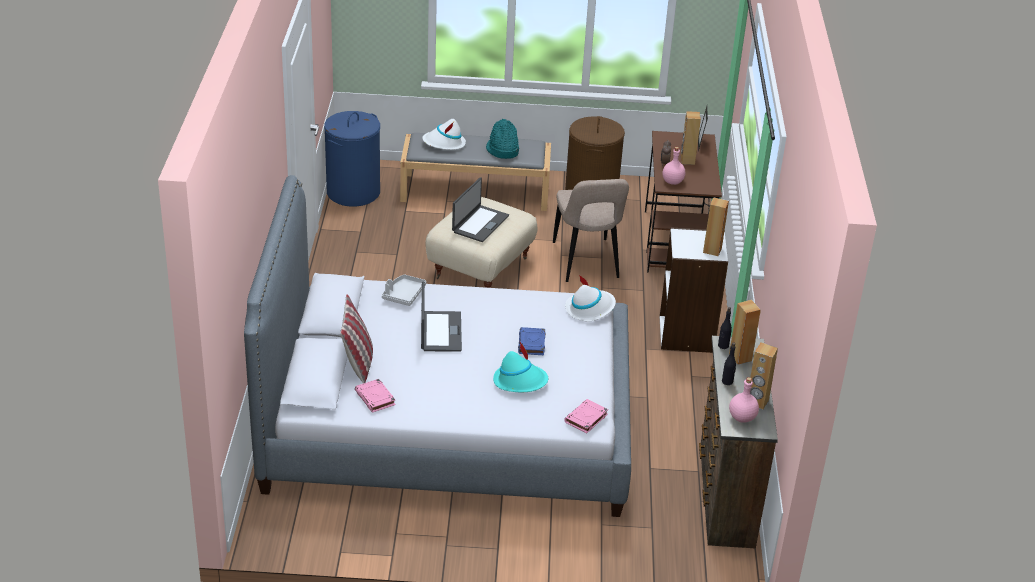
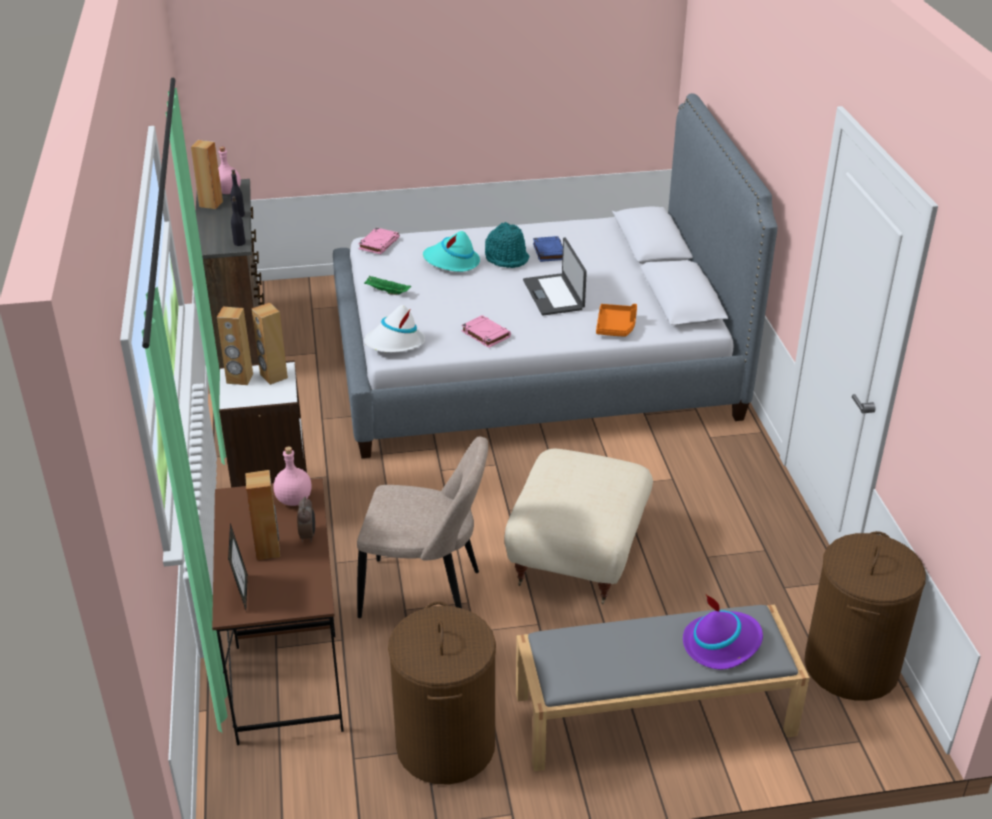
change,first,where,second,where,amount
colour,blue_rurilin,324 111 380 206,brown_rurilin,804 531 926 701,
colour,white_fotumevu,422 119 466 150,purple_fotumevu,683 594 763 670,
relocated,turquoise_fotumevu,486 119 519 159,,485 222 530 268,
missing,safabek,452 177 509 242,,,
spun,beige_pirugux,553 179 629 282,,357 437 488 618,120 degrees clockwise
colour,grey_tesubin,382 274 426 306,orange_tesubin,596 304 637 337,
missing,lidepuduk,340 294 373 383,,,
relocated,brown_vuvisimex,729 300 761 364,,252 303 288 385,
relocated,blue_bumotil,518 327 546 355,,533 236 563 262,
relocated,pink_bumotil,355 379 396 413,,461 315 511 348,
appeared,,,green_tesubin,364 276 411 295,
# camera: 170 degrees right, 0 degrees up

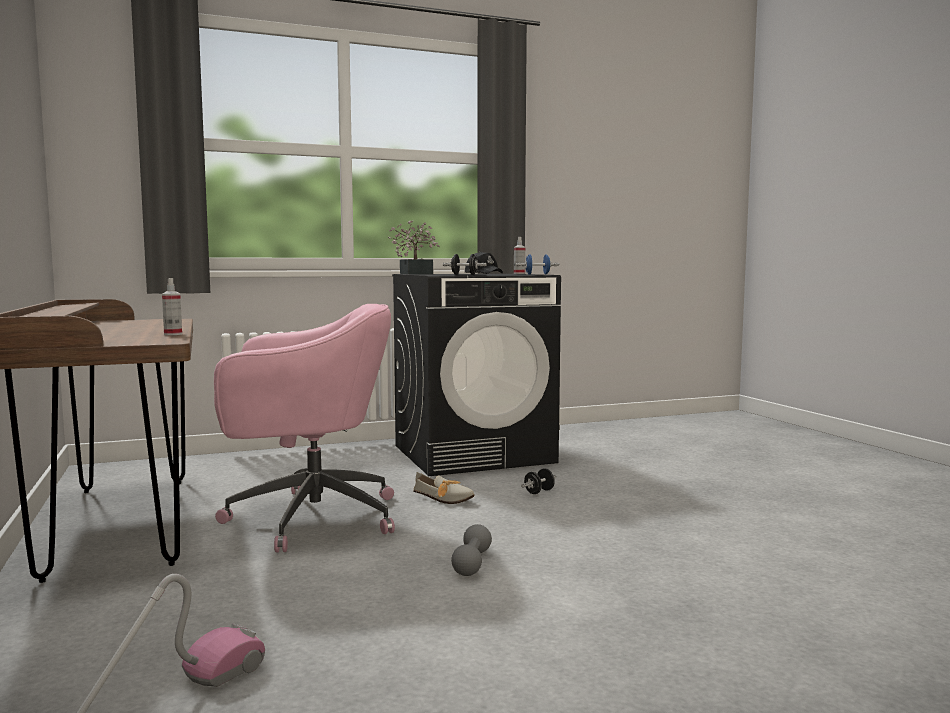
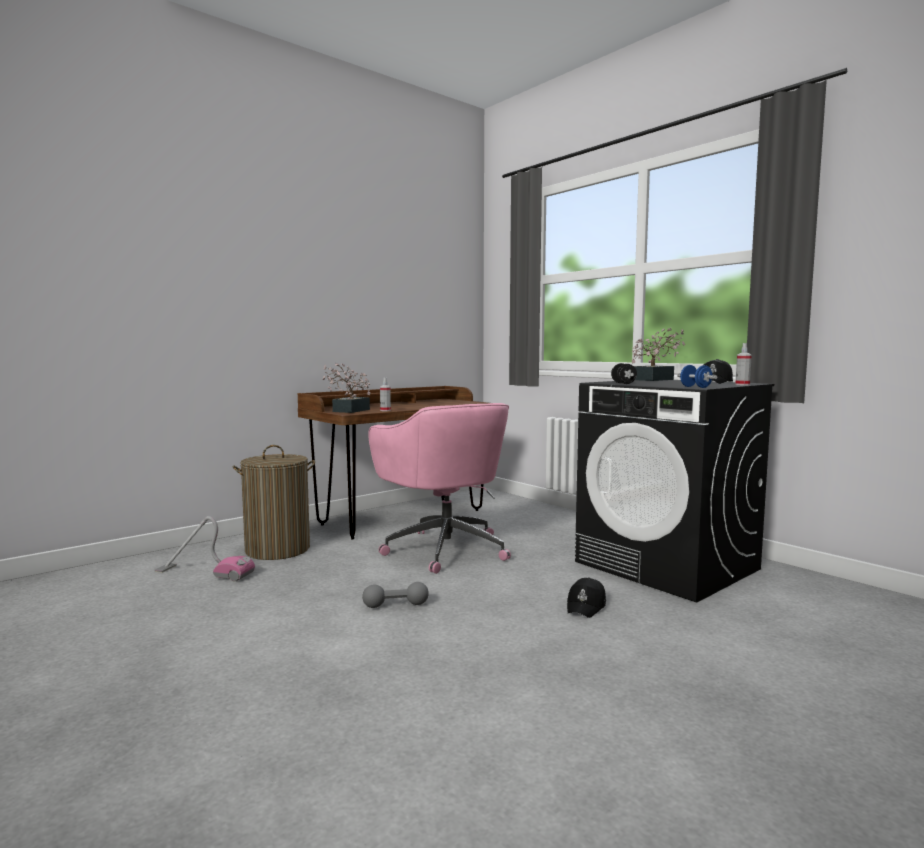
change,first,where,second,where,amount
exchanged,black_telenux,521 468 556 494,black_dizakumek,567 578 606 618,
missing,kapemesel,413 472 475 504,,,
appeared,,,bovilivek,322 363 371 413,
appeared,,,rurilin,232 445 315 560,
# camera: 70 degrees right, 0 degrees up

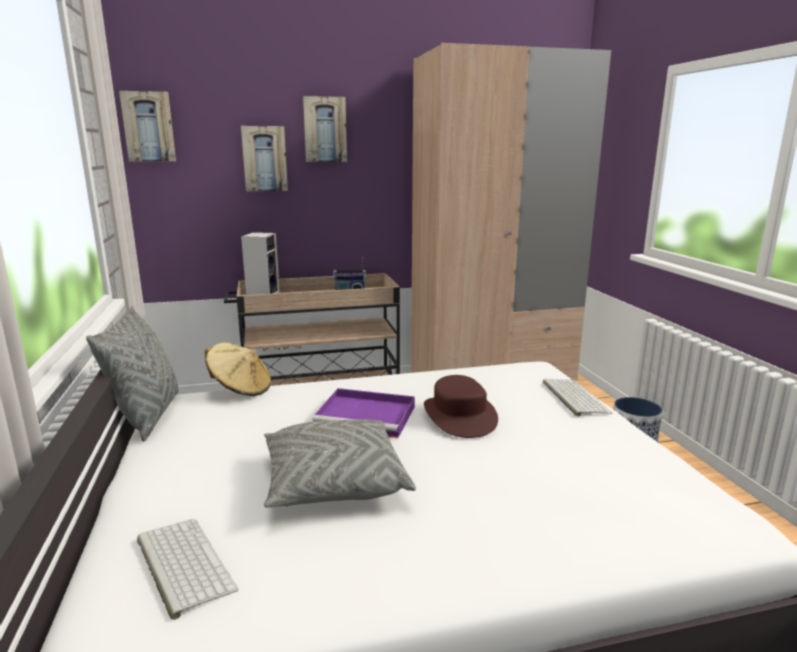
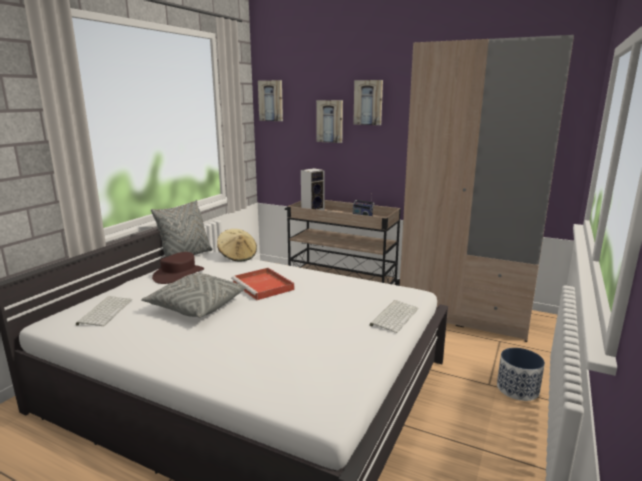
change,first,where,second,where,amount
relocated,brown_fotumevu,424 375 498 438,,152 252 204 284,
colour,purple_tesubin,312 388 415 438,red_tesubin,231 268 294 300,
# camera: 40 degrees right, 0 degrees up

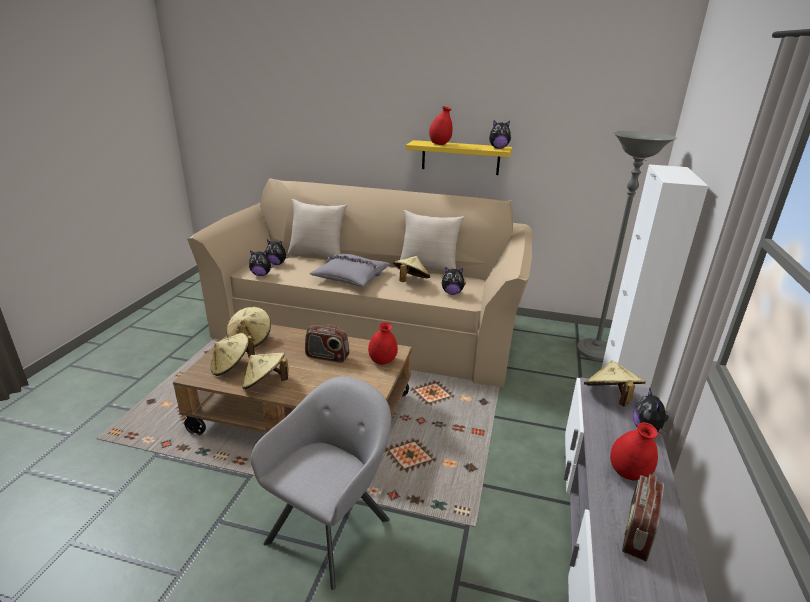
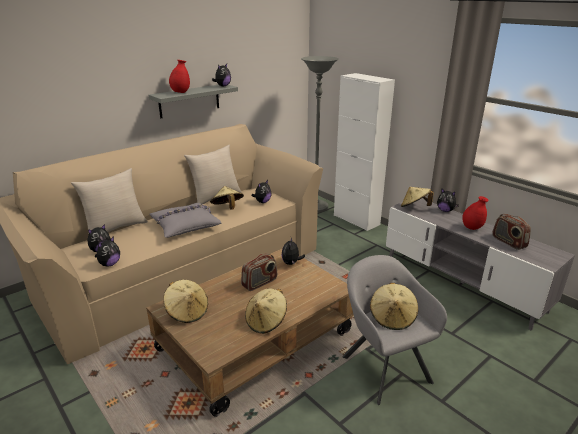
change,first,where,second,where,amount
colour,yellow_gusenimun,406 140 512 175,grey_gusenimun,148 85 238 118,
exchanged,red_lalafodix,368 322 398 365,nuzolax,282 238 305 265,
relocated,beige_fotumevu,211 333 255 376,,370 283 418 330,
# camera: 55 degrees left, 0 degrees up

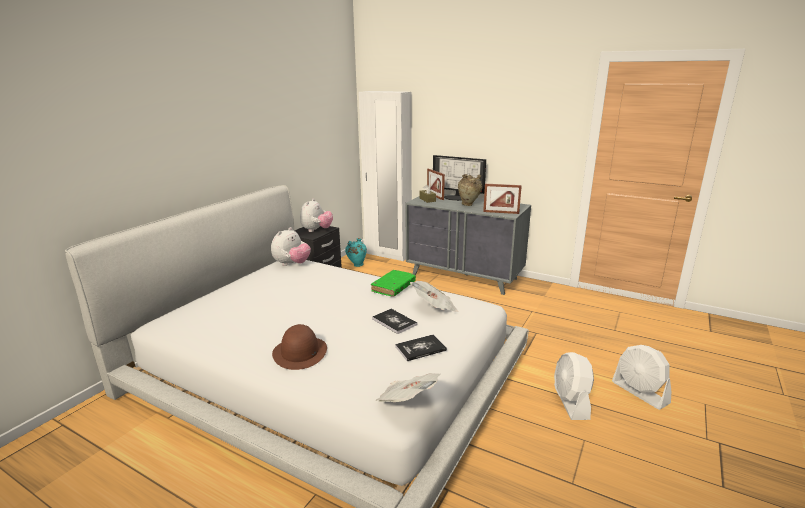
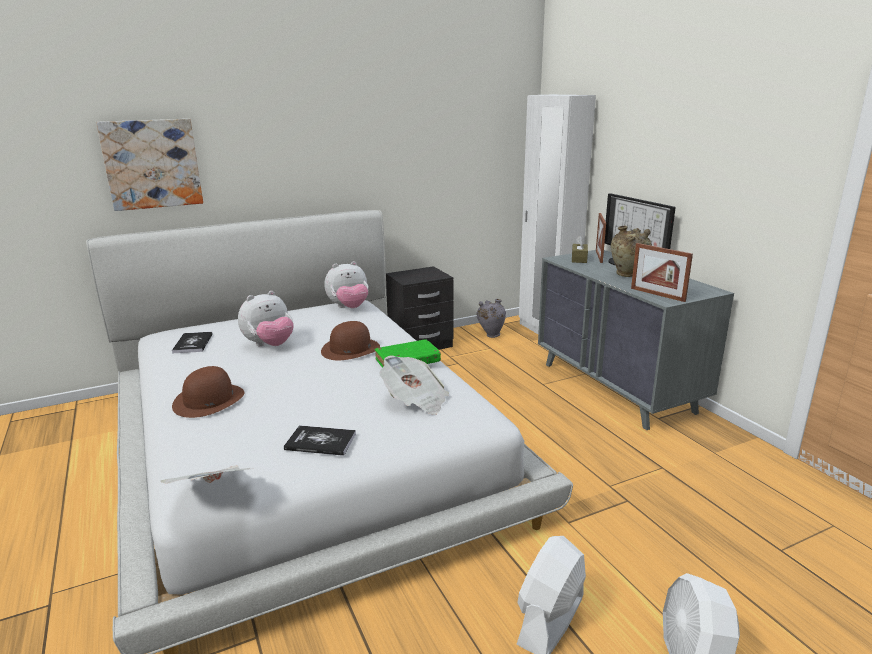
change,first,where,second,where,amount
relocated,nuzolax,300 199 333 232,,238 291 294 346,
colour,turquoise_lalafodix,345 238 367 267,grey_lalafodix,477 299 506 338,
relocated,bumotil,372 309 417 334,,172 332 213 353,
appeared,,,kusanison,96 119 203 211,
appeared,,,brown_fotumevu,321 321 380 360,
# camera: 35 degrees right, 0 degrees up

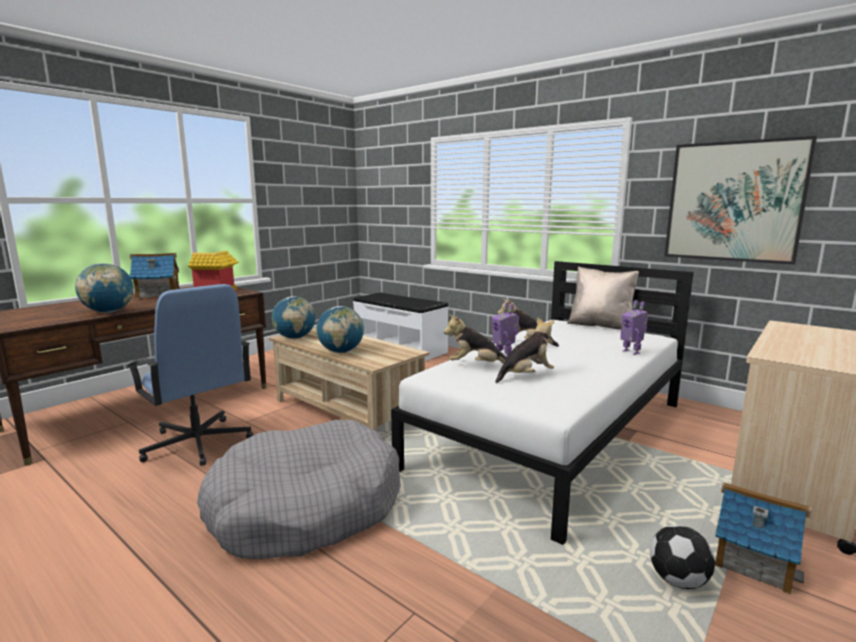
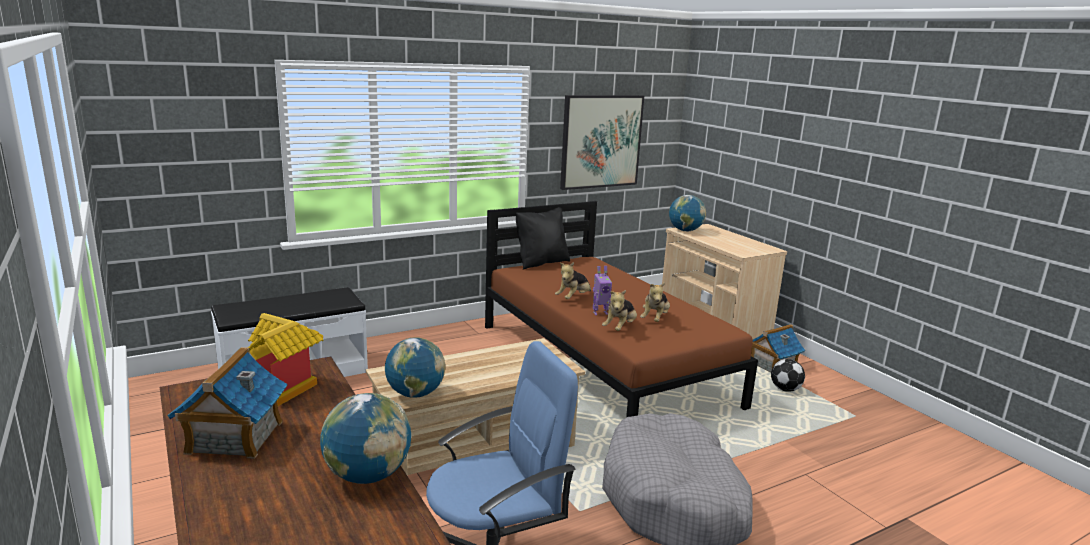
change,first,where,second,where,amount
colour,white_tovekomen,391 261 694 545,brown_tovekomen,485 201 758 418,
colour,beige_lidepuduk,567 266 639 330,black_lidepuduk,516 207 570 270,
missing,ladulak,620 300 648 355,,,
relocated,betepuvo,316 306 364 353,,669 195 706 231,
spun,nuzolax,495 317 555 383,,640 282 670 322,150 degrees counterclockwise
# camera: 70 degrees left, 5 degrees up

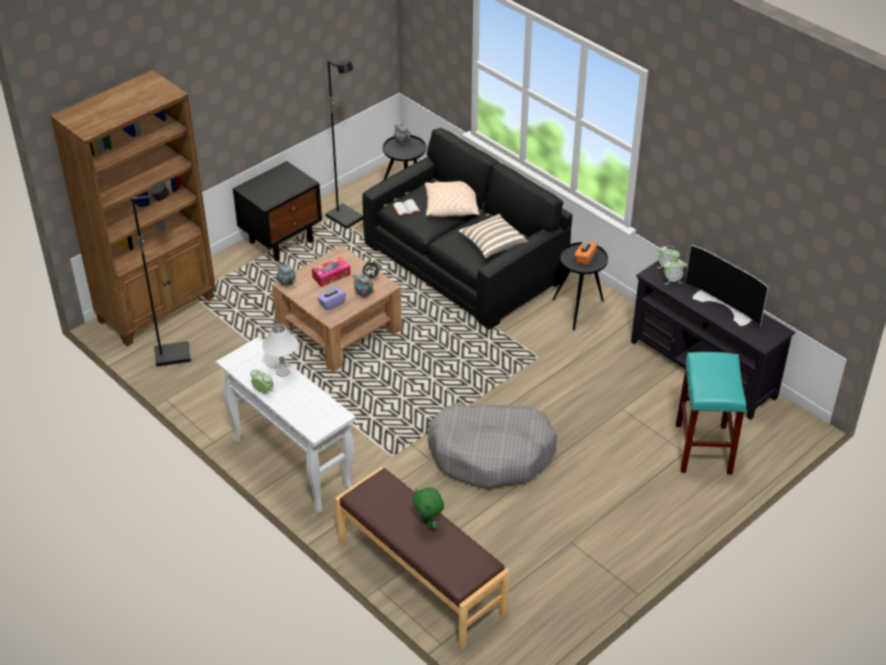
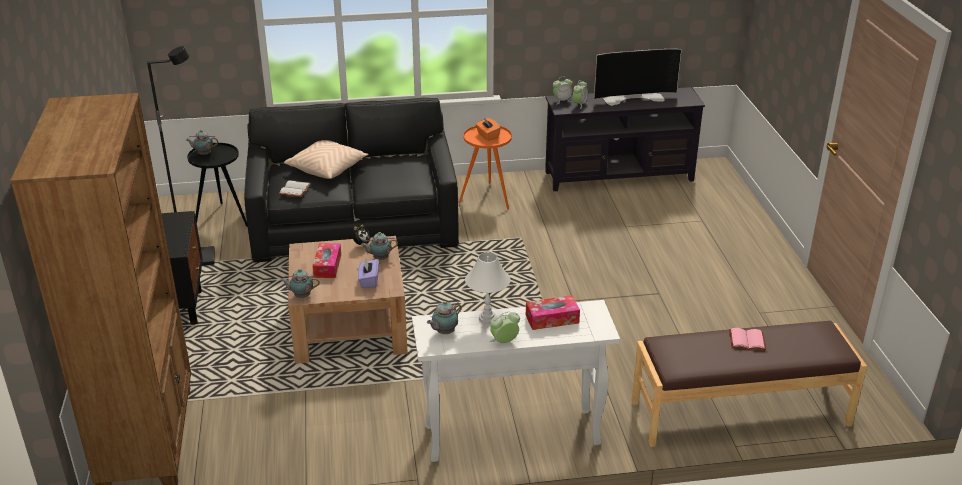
change,first,where,second,where,amount
missing,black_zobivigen,131 182 191 367,,,
missing,lidepuduk,458 214 529 258,,,
colour,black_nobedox,552 242 608 331,orange_nobedox,459 126 512 210,
missing,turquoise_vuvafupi,676 352 746 474,,,
missing,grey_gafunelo,428 403 557 488,,,
exchanged,green_nuzolax,413 487 444 529,pink_bumotil,729 328 766 350,
appeared,,,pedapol,526 295 580 330,
appeared,,,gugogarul,427 301 462 334,
# camera: 55 degrees left, 10 degrees down

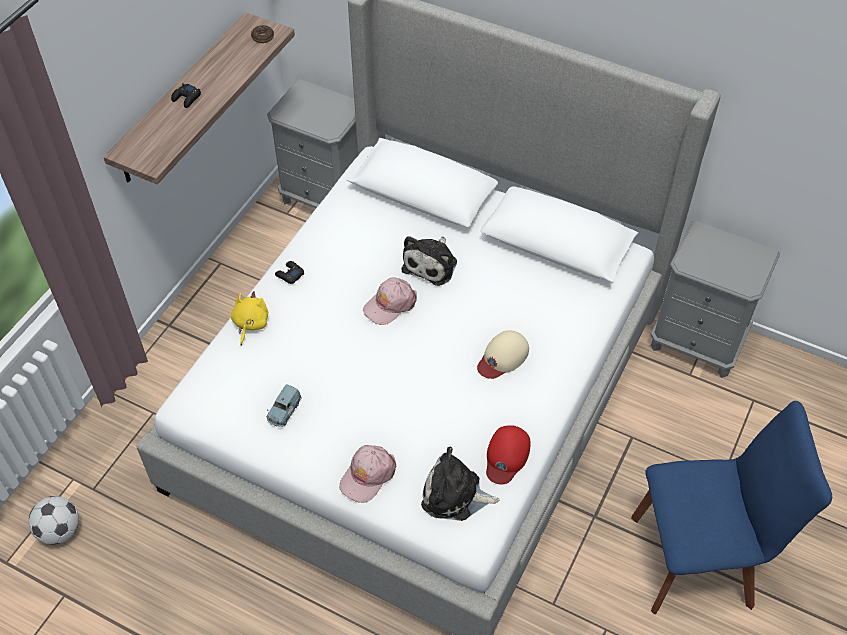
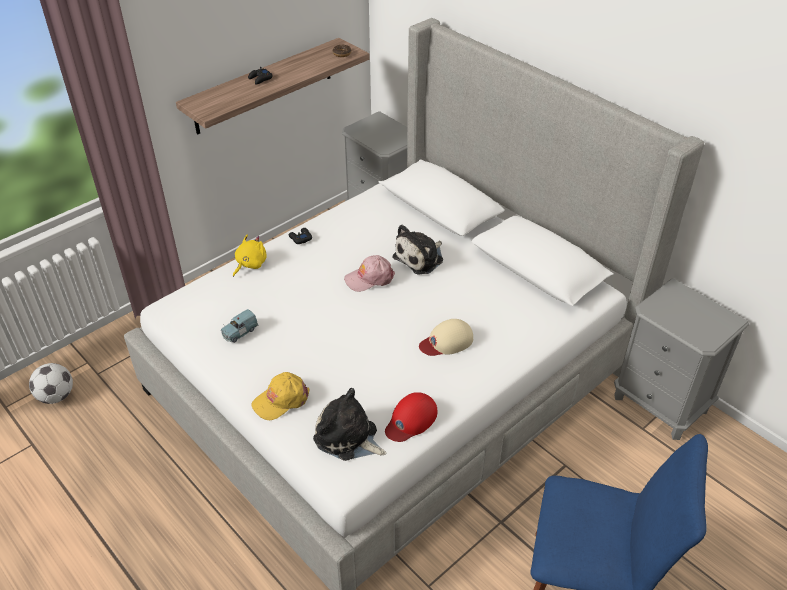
change,first,where,second,where,amount
colour,pink_dizakumek,339 445 396 503,yellow_dizakumek,251 372 310 420,
# camera: 20 degrees right, 10 degrees down

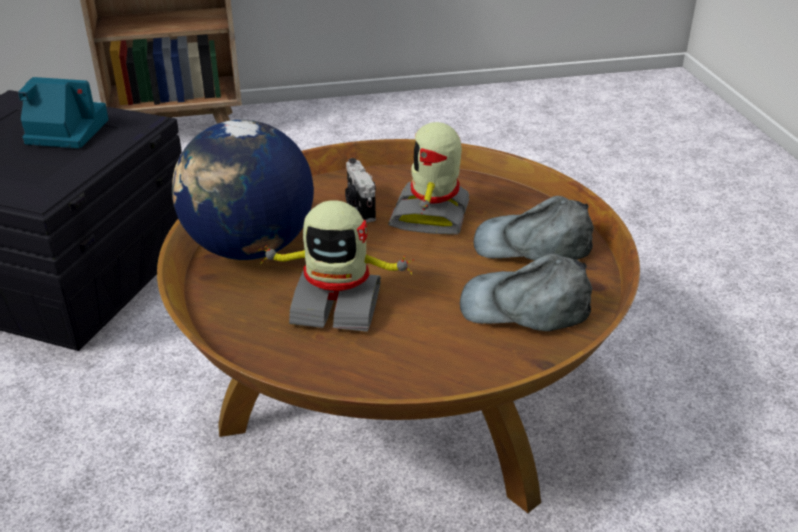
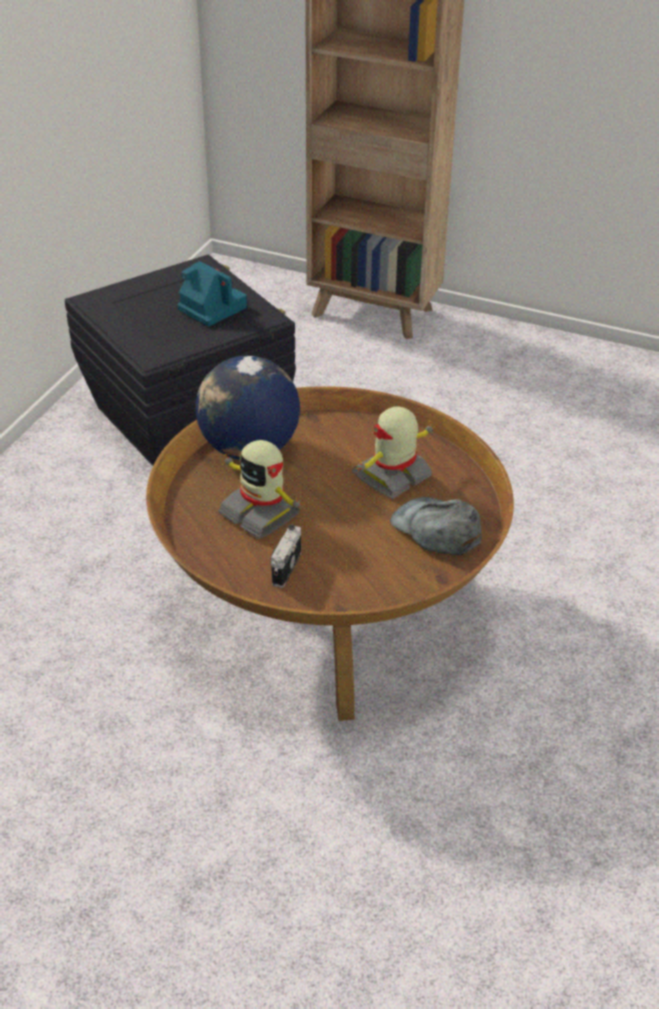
change,first,where,second,where,amount
relocated,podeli,345 158 376 223,,271 524 301 588,
missing,grey_dizakumek,460 254 592 331,,,
# camera: 35 degrees right, 5 degrees up

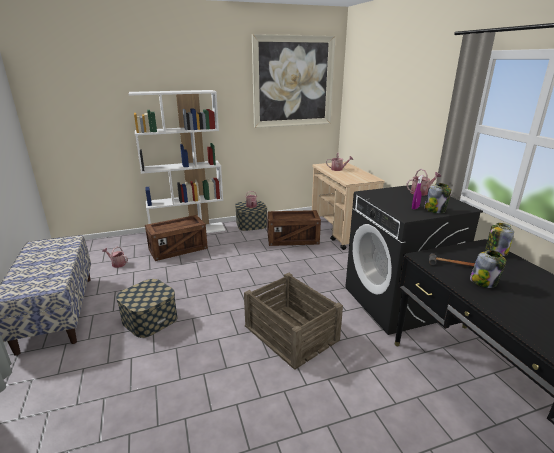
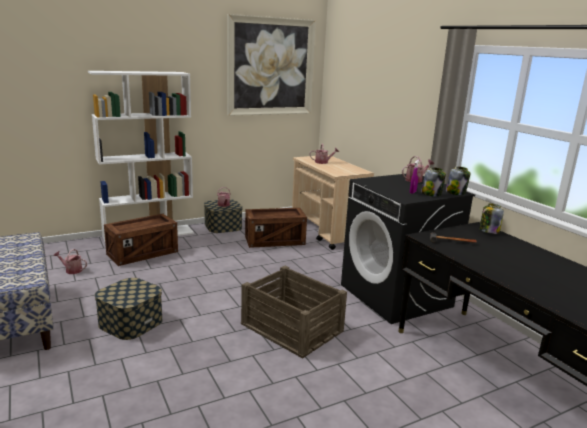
change,first,where,second,where,amount
relocated,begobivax,470 250 506 288,,446 166 470 195,
# camera: 10 degrees left, 5 degrees down

